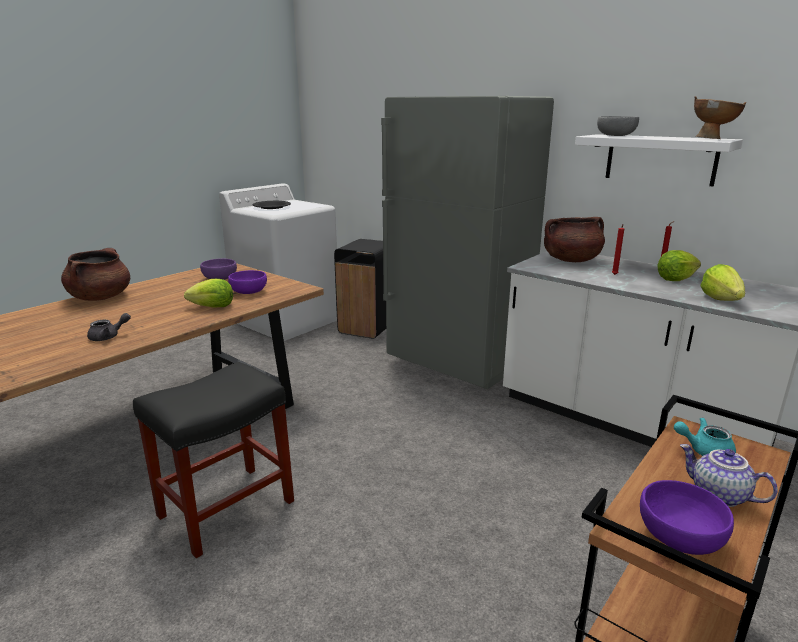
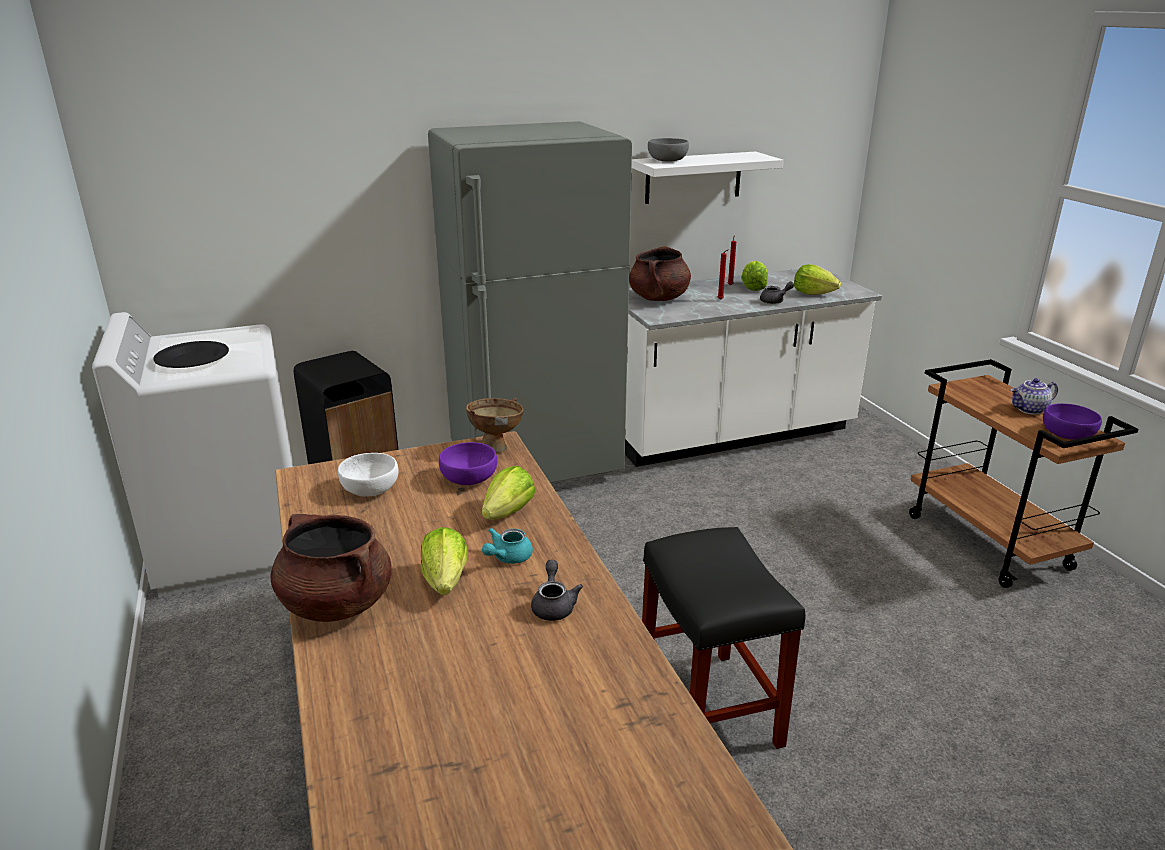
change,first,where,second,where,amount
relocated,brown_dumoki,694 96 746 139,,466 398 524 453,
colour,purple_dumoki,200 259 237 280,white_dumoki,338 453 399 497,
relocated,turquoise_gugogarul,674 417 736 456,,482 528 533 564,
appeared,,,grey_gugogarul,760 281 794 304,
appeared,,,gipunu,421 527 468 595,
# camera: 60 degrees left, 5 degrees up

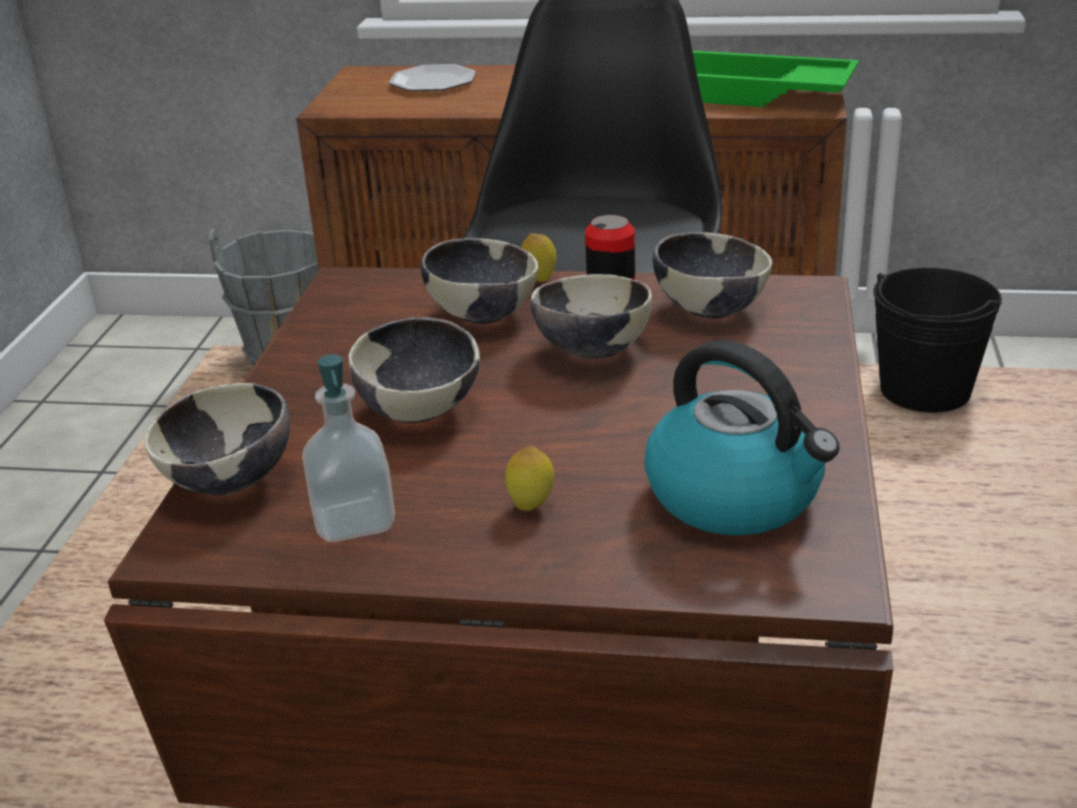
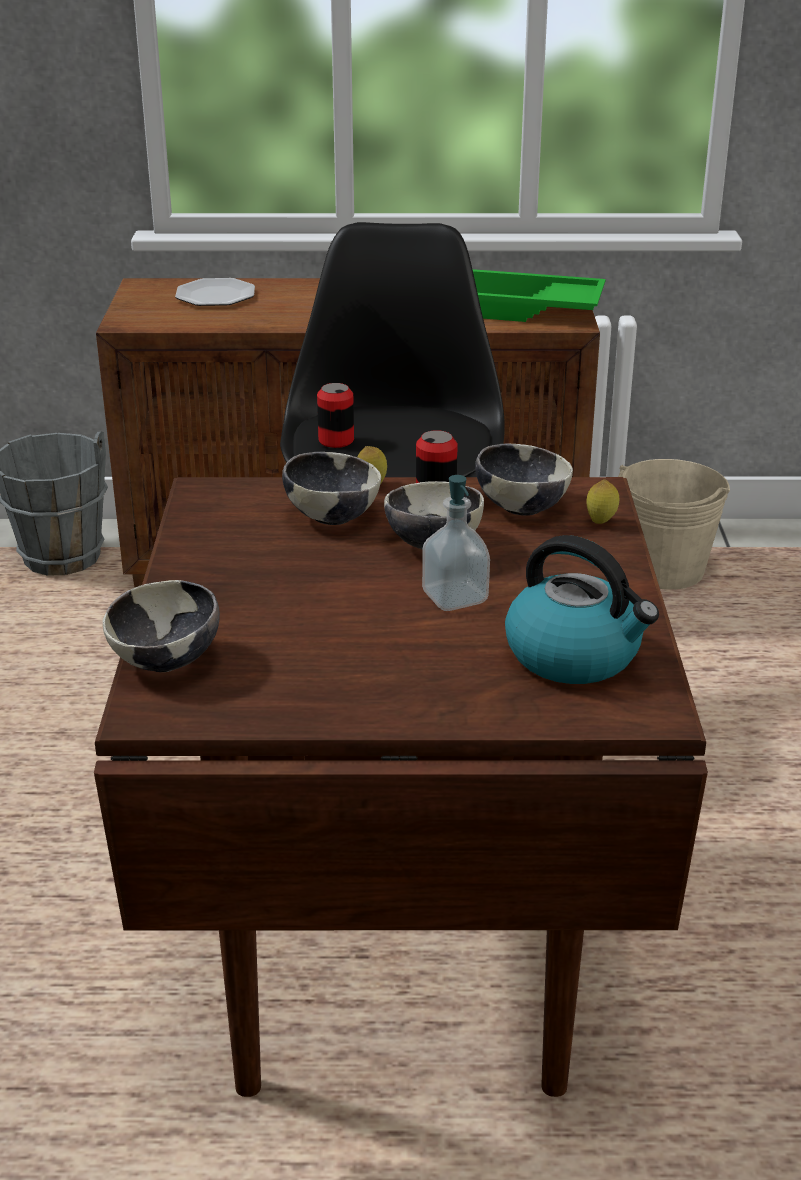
change,first,where,second,where,amount
colour,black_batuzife,873 268 1002 413,beige_batuzife,618 459 730 590,
missing,dumoki,349 317 480 423,,,
relocated,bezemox,302 354 395 542,,422 475 490 611,
relocated,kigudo,505 445 554 511,,586 479 619 524,
appeared,,,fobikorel,317 383 354 448,
# camera: 10 degrees left, 0 degrees up

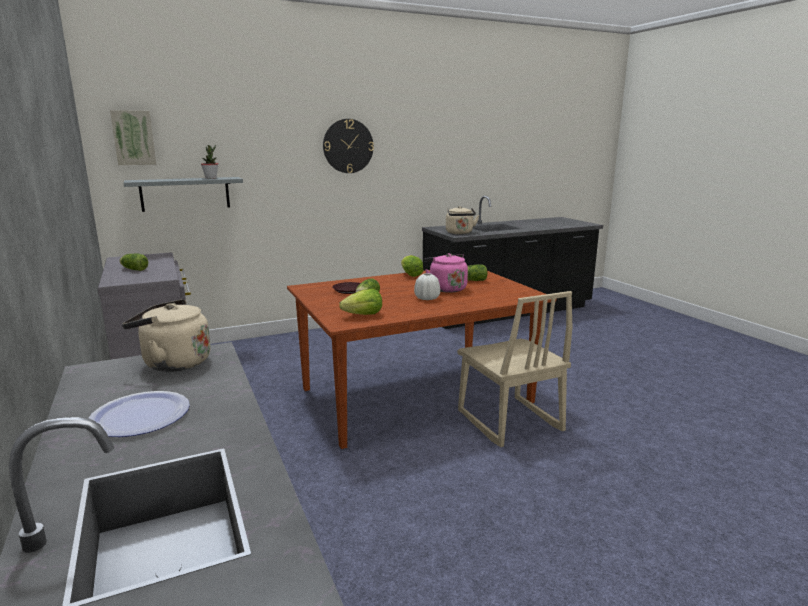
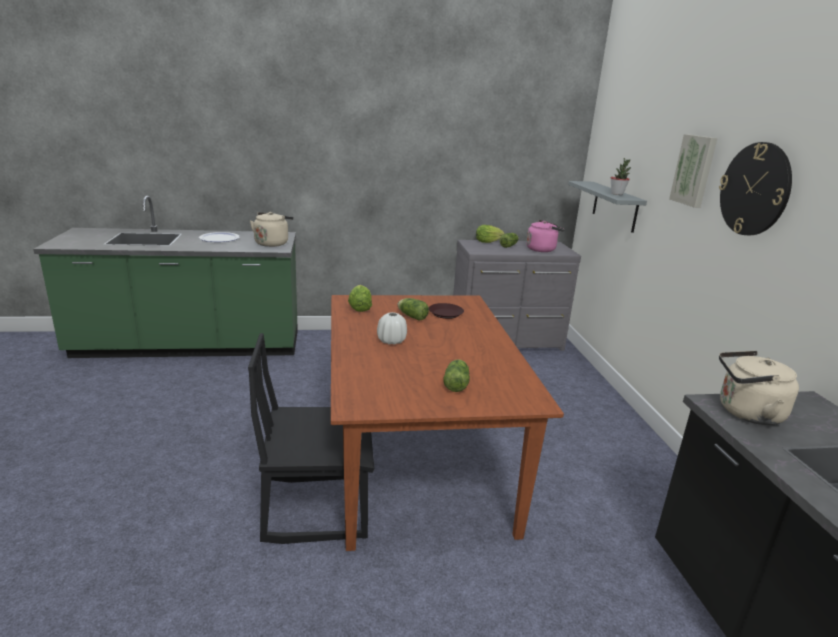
change,first,where,second,where,amount
relocated,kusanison,110 110 157 165,,669 134 717 208,
relocated,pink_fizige,424 253 468 293,,526 220 565 252,
relocated,gipunu,401 255 423 277,,476 225 505 243,
colour,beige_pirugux,457 291 573 447,black_pirugux,248 333 374 544,
# camera: 105 degrees right, 5 degrees up

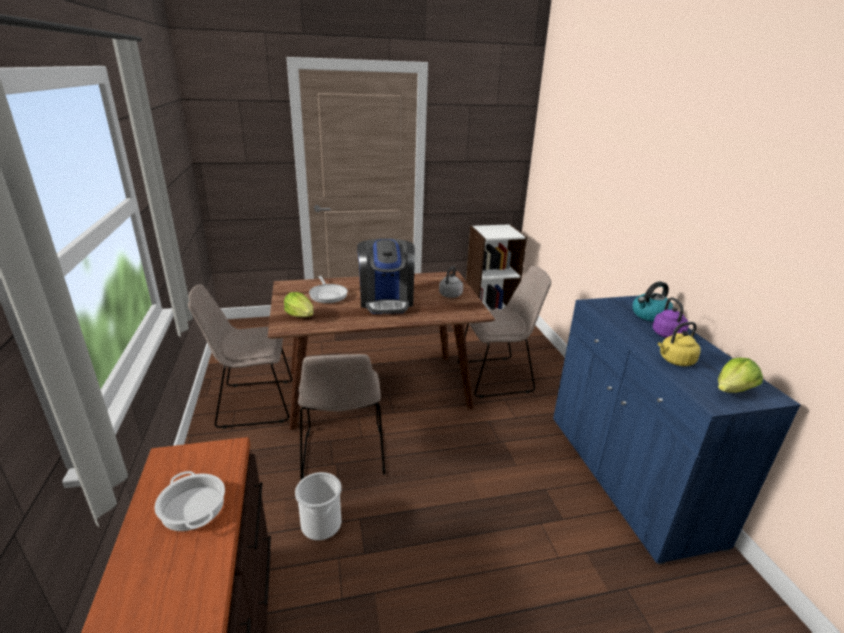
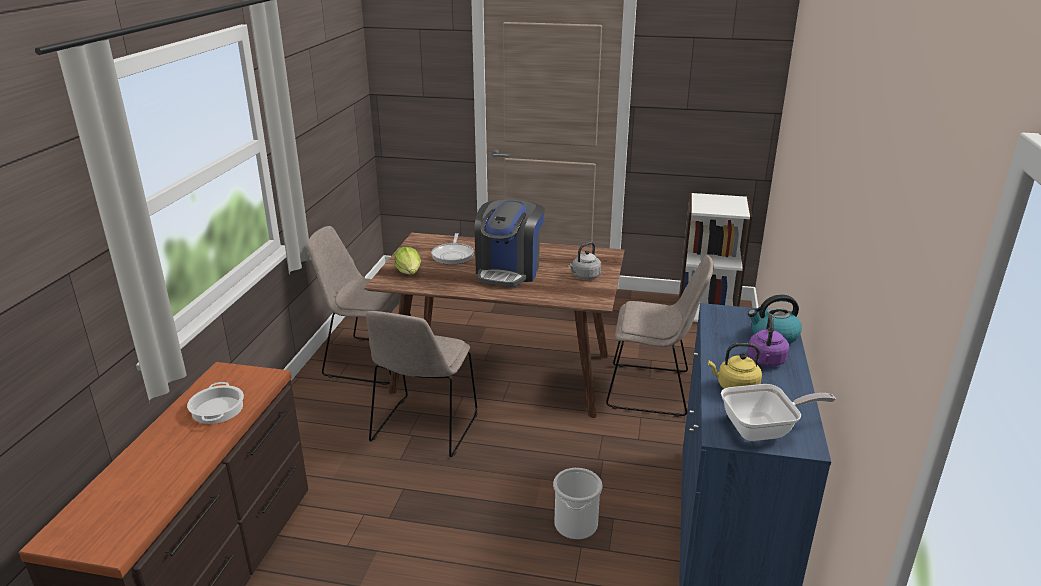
change,first,where,second,where,amount
exchanged,gipunu,718 358 763 393,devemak,721 384 836 441,
relocated,batuzife,295 472 342 540,,553 468 602 540,
# camera: 25 degrees right, 0 degrees up

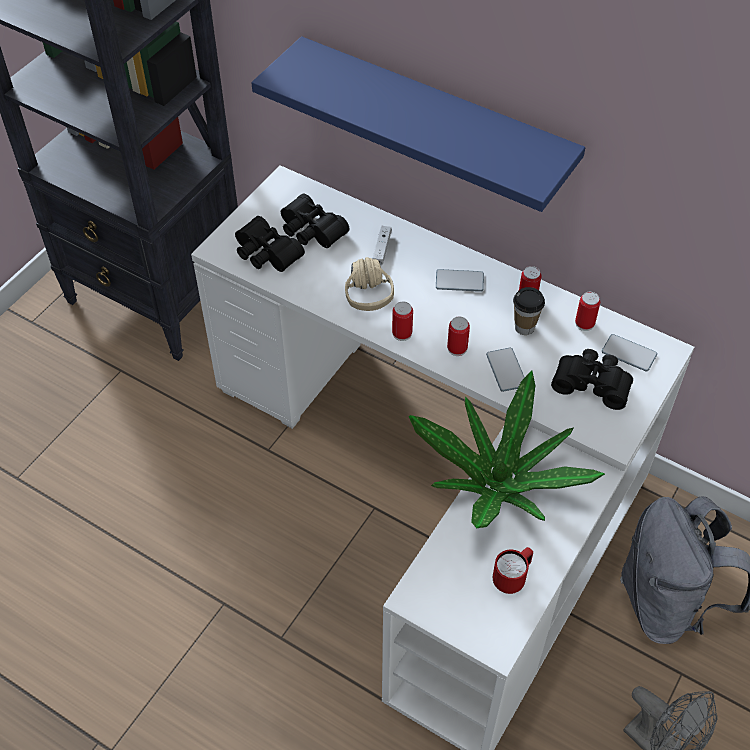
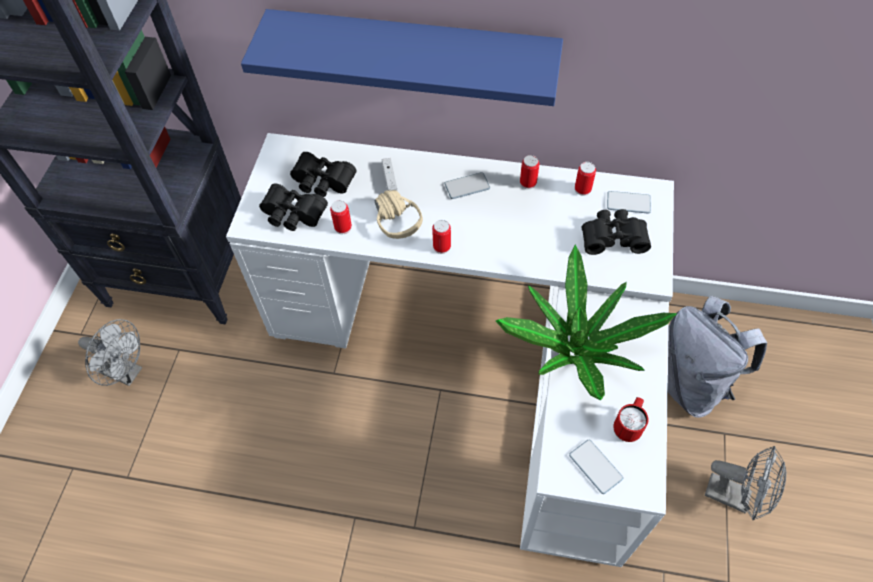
change,first,where,second,where,amount
missing,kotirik,513 287 545 335,,,
relocated,fobikorel,447 317 470 356,,330 200 352 234,
relocated,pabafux,486 348 525 392,,569 440 623 494,
appeared,,,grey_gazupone,78 319 142 386,
# camera: 20 degrees left, 5 degrees up

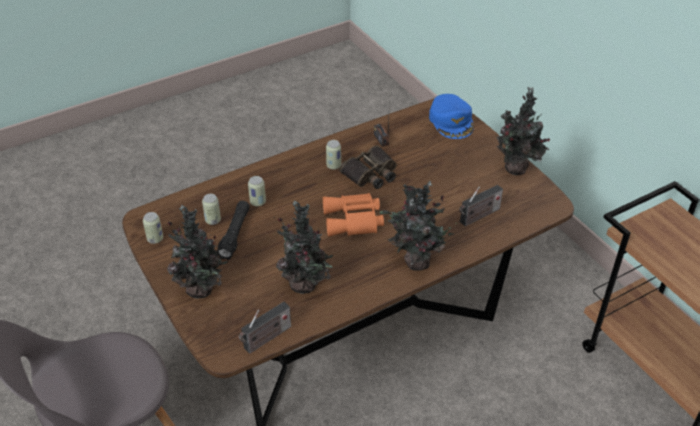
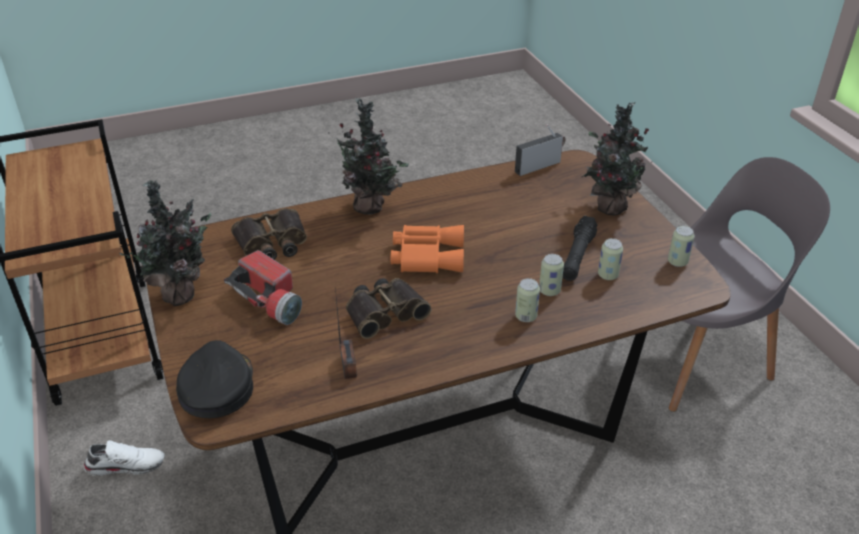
change,first,where,second,where,amount
colour,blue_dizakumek,429 94 474 139,black_dizakumek,176 340 253 418,
relocated,fobikorel,326 140 341 170,,515 278 540 322,
exchanged,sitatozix,459 185 503 226,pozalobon,231 208 307 260,
missing,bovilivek,276 200 333 294,,,
appeared,,,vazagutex,224 250 302 325,
appeared,,,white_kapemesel,84 440 165 476,
# camera: 170 degrees left, 5 degrees down

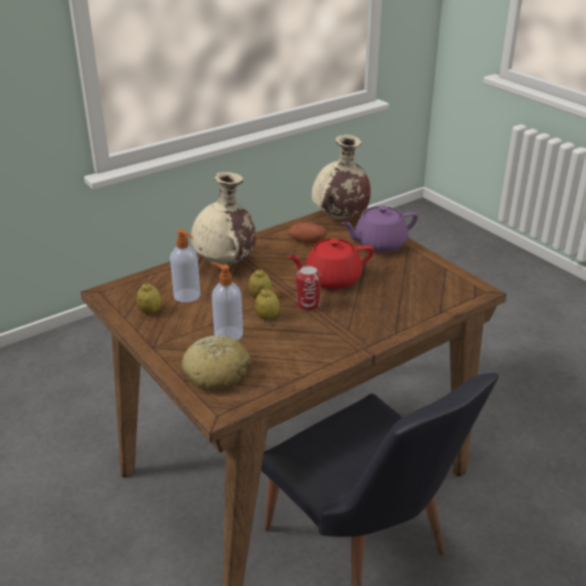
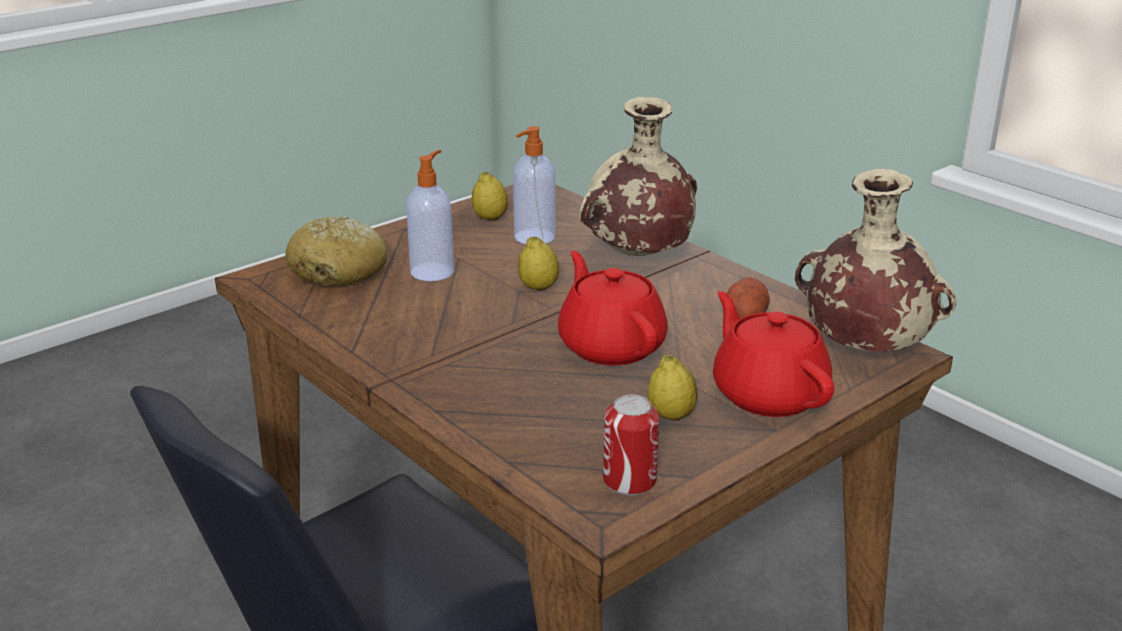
change,first,where,second,where,amount
colour,purple_gugogarul,341 206 418 253,red_gugogarul,713 291 834 417,
relocated,fobikorel,296 266 321 311,,603 395 659 495,
relocated,kigudo,255 289 280 320,,648 355 697 421,
# camera: 85 degrees right, 5 degrees down

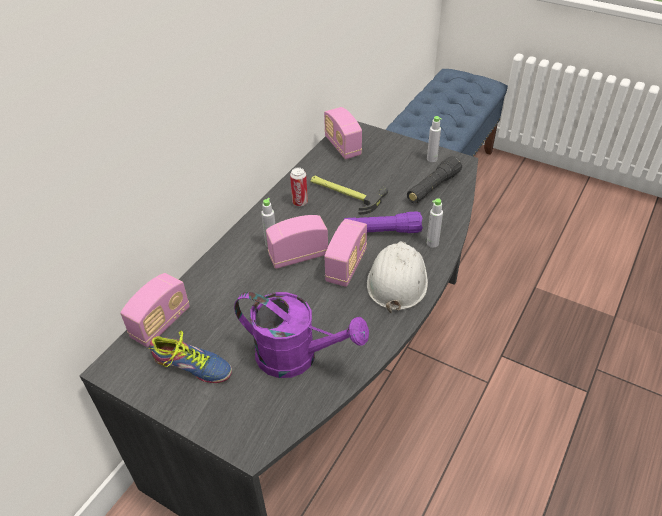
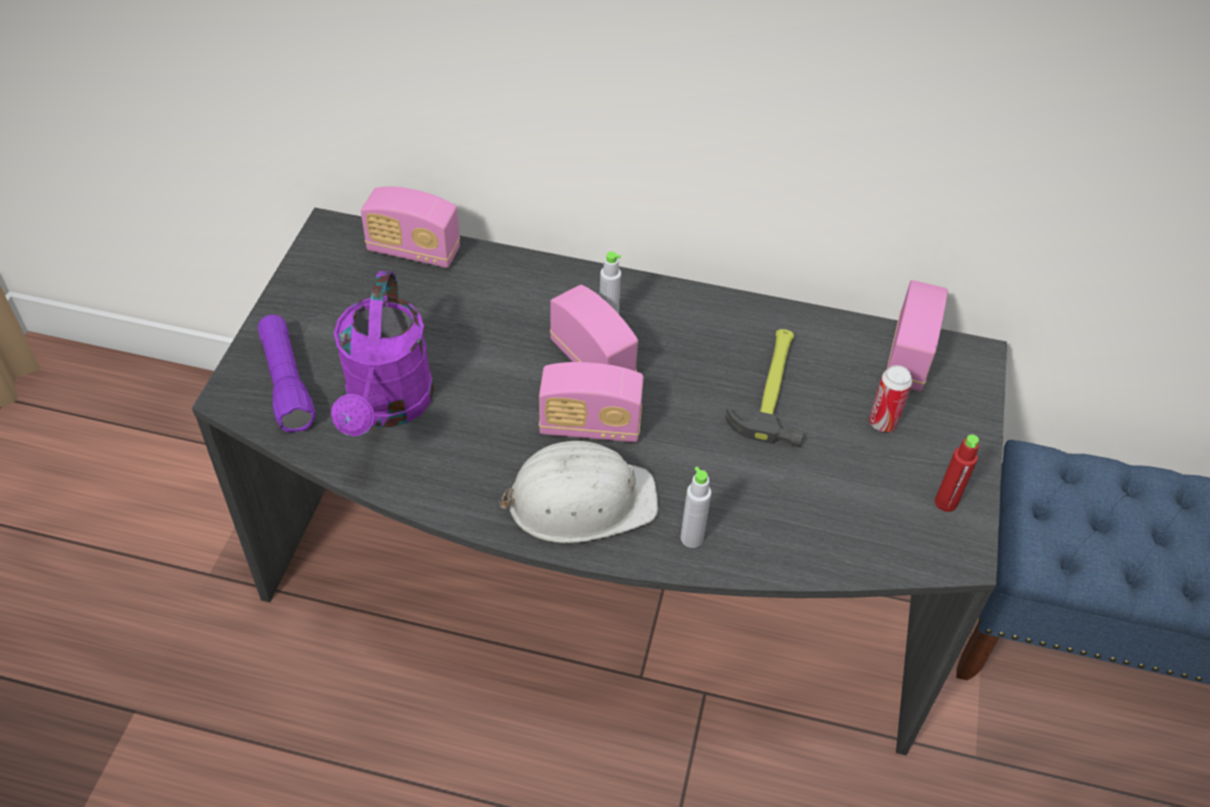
change,first,where,second,where,amount
spun,sitatozix,324 107 362 159,,887 280 948 391,150 degrees clockwise
colour,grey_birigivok,427 116 442 162,red_birigivok,935 434 979 512,
missing,black_vazagutex,407 156 462 203,,,
relocated,fobikorel,290 167 308 206,,869 365 912 432,
relocated,purple_vazagutex,344 211 423 233,,258 315 315 433,
missing,kapemesel,149 330 232 383,,,
# camera: 70 degrees right, 5 degrees up

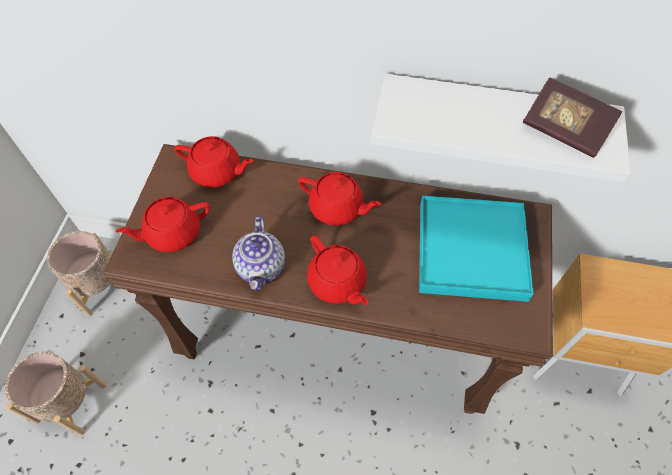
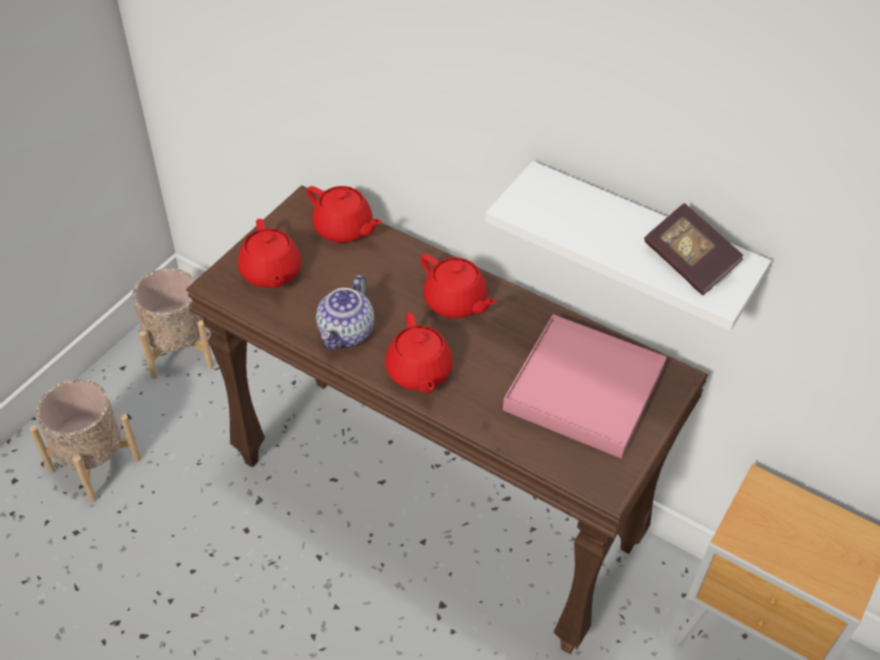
change,first,where,second,where,amount
colour,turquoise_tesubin,419 196 533 302,pink_tesubin,503 314 667 458,
spun,red_gugogarul,115 197 210 252,,238 219 301 288,105 degrees counterclockwise
# camera: 20 degrees right, 10 degrees down

